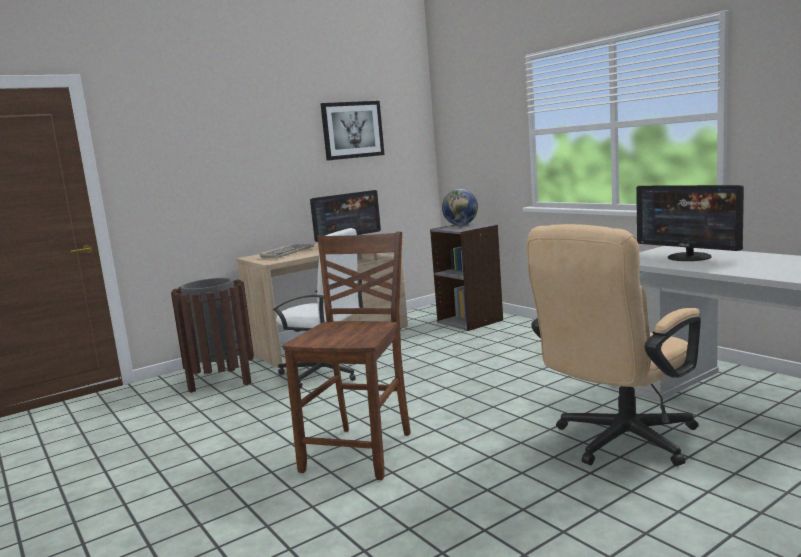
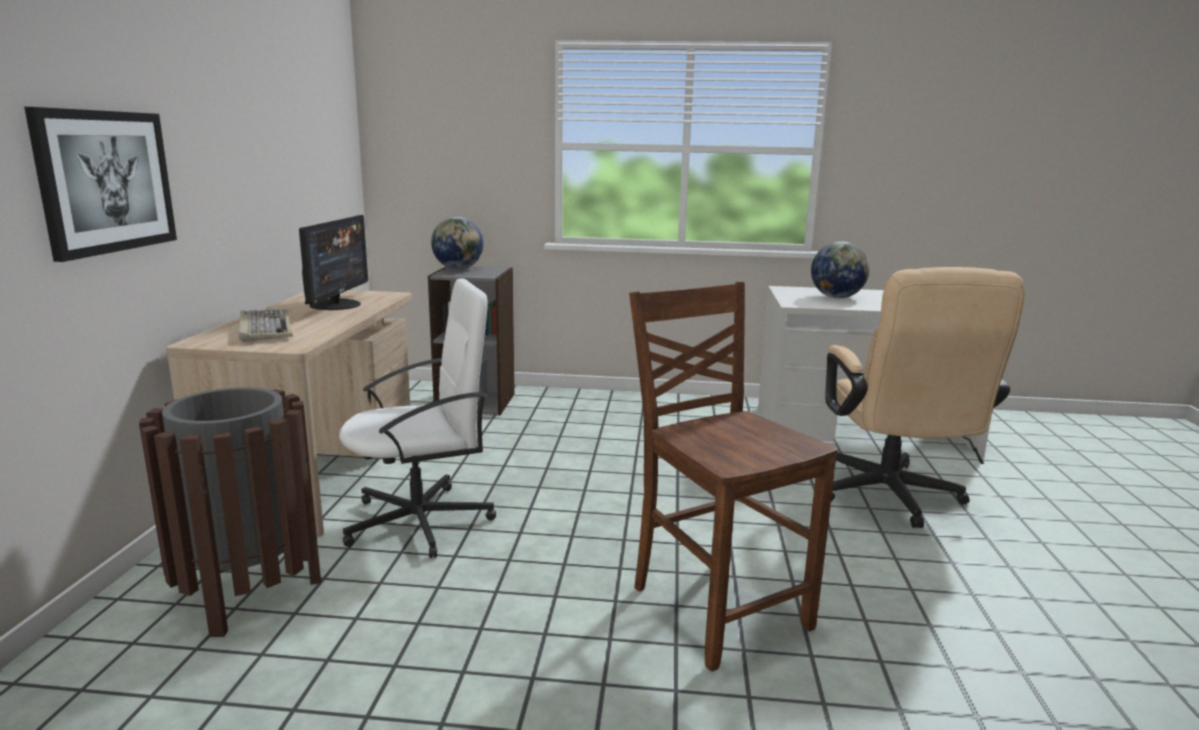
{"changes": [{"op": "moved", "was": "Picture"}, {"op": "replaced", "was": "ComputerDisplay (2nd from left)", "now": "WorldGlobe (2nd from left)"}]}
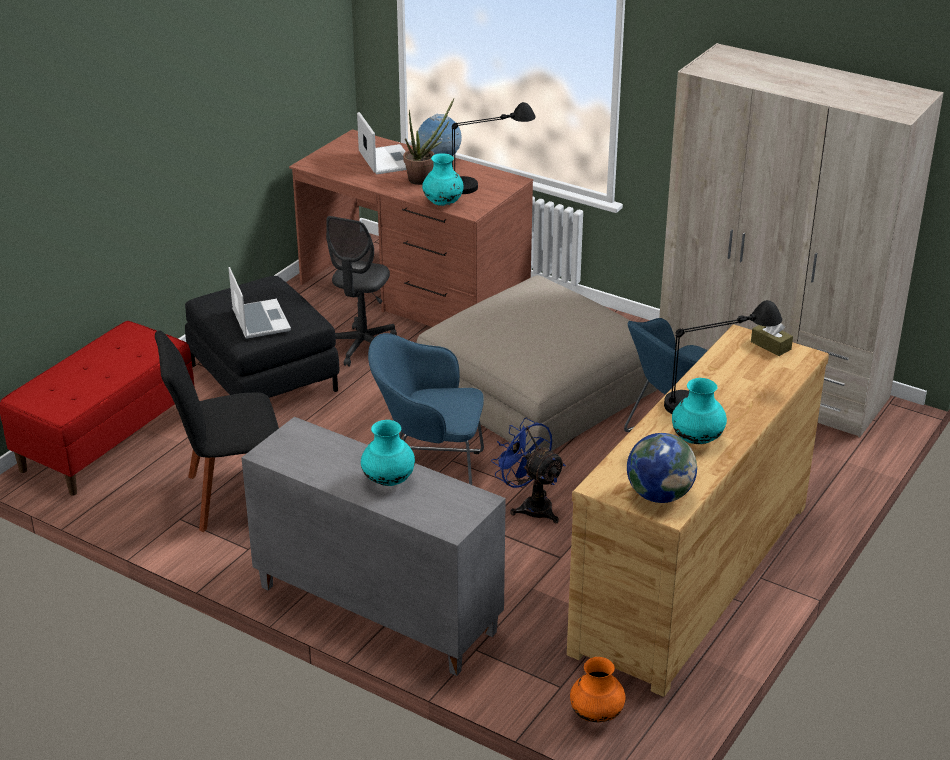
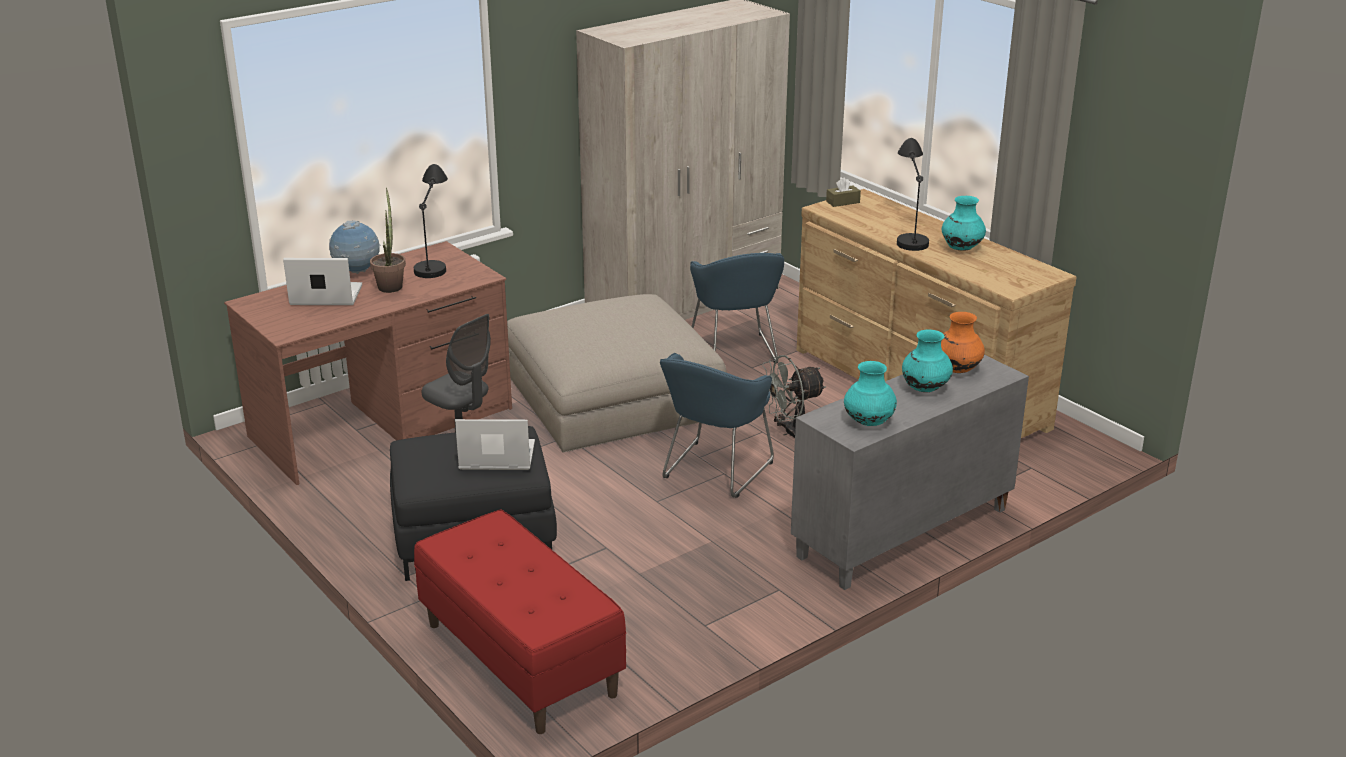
{"changes": [{"op": "moved", "was": "TurquoiseColouredFlowerVase (2nd from left in the first image)", "now": "TurquoiseColouredFlowerVase (1st from left)"}, {"op": "removed", "was": "BlackUprightChair"}, {"op": "recoloured", "was": "BlueColouredCoolingFan", "now": "GreyishCoolingFan"}, {"op": "removed", "was": "WorldGlobe (2nd from left)"}, {"op": "moved", "was": "OrangeColouredFlowerVase"}]}
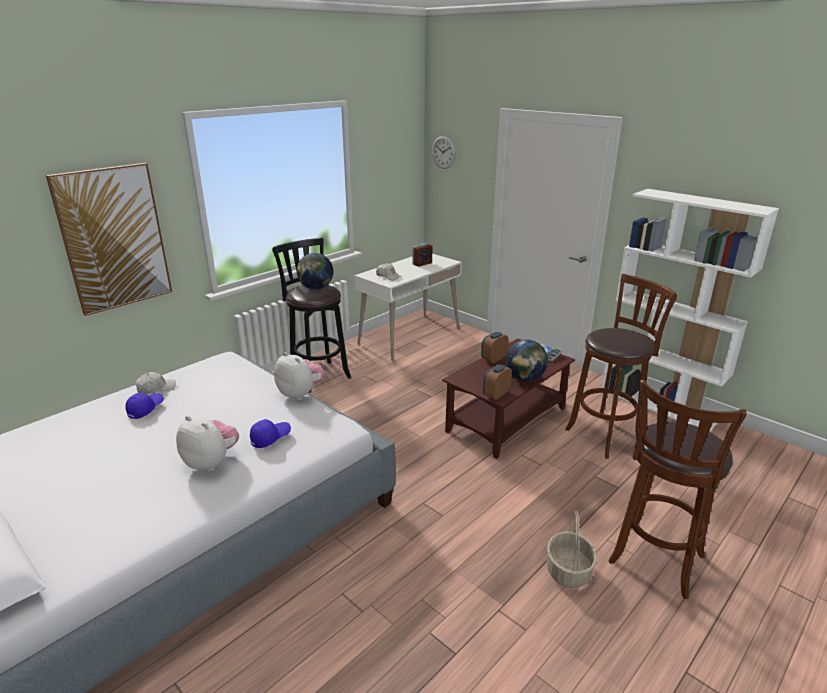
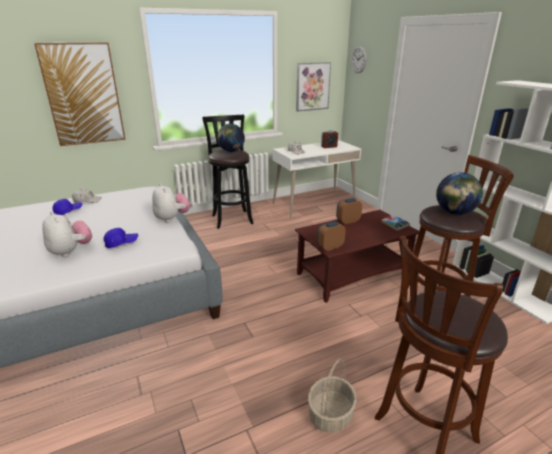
{"changes": [{"op": "moved", "was": "WorldGlobe (2nd from left)"}, {"op": "added", "now": "Picture (2nd from left)"}]}
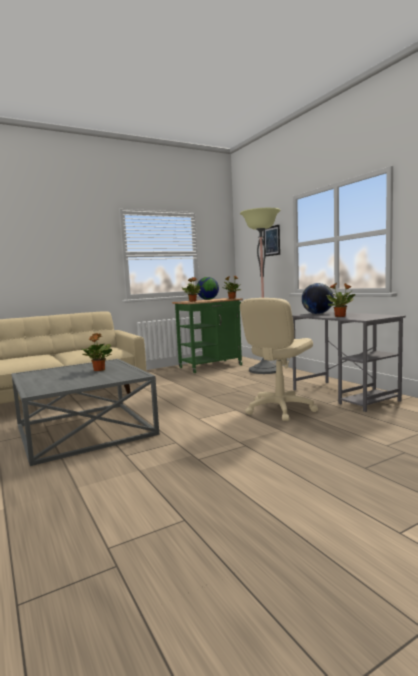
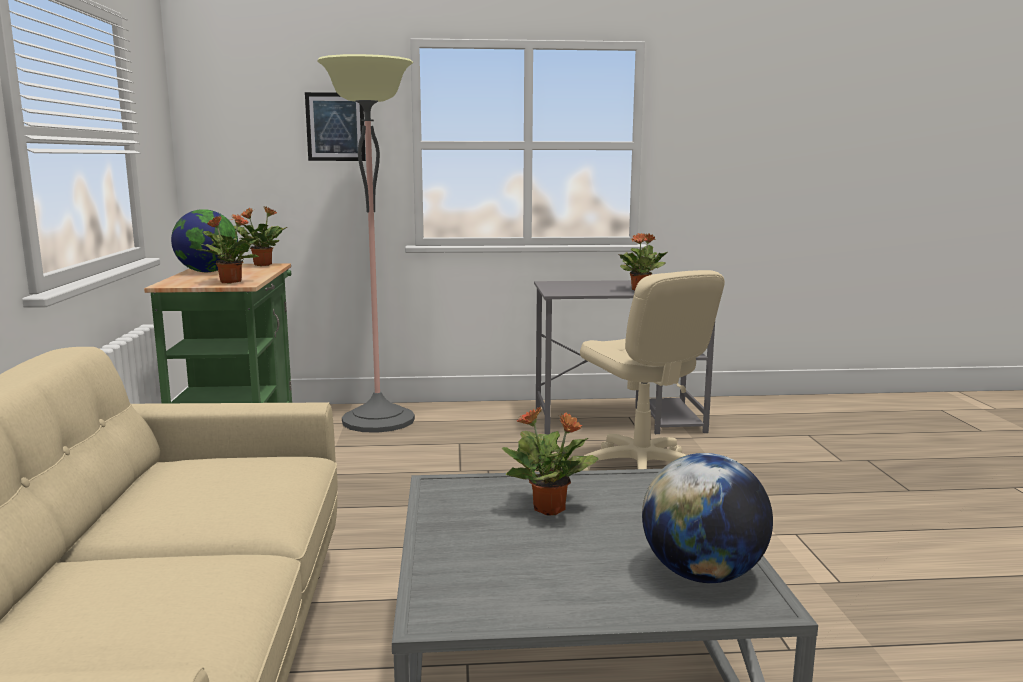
{"changes": [{"op": "moved", "was": "WorldGlobe (2nd from left)"}]}
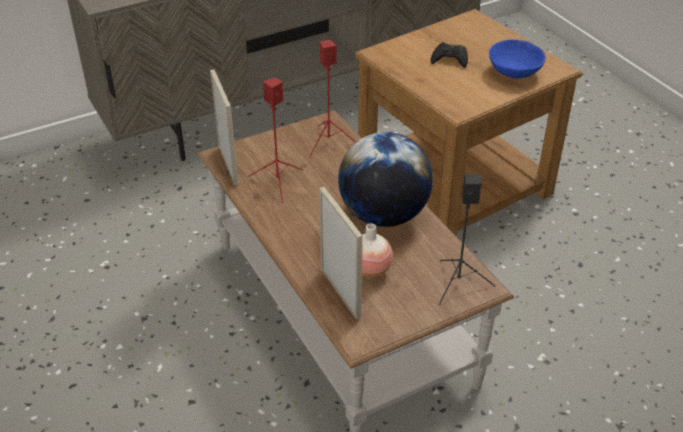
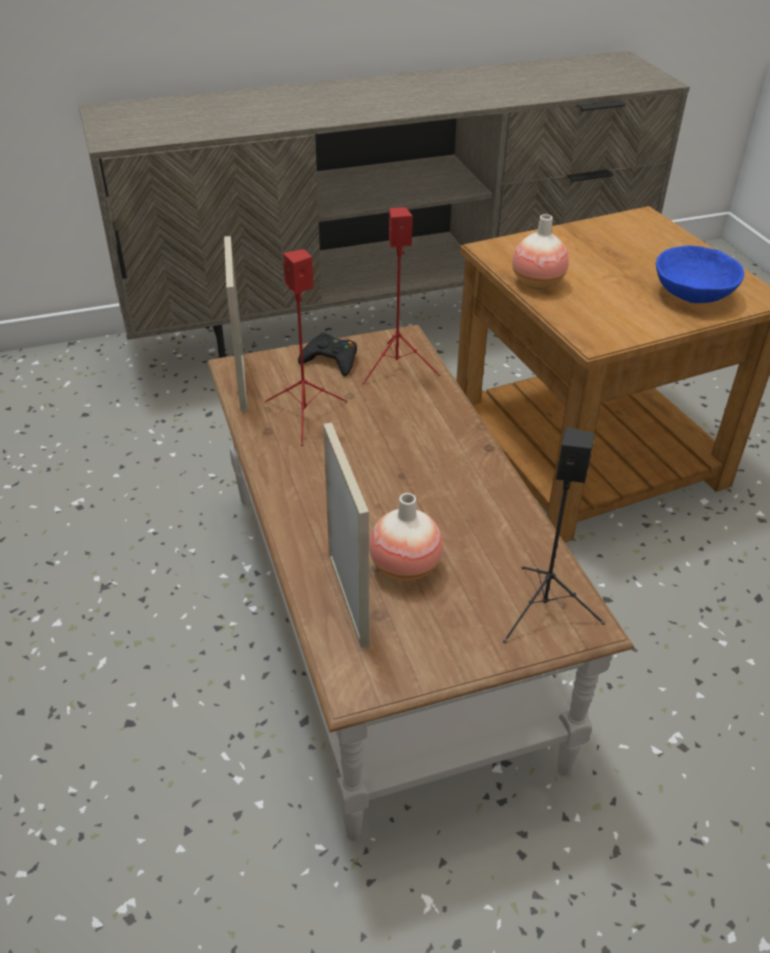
{"changes": [{"op": "moved", "was": "BlackJoypad"}, {"op": "removed", "was": "WorldGlobe"}, {"op": "added", "now": "FlowerVase (2nd from left)"}]}
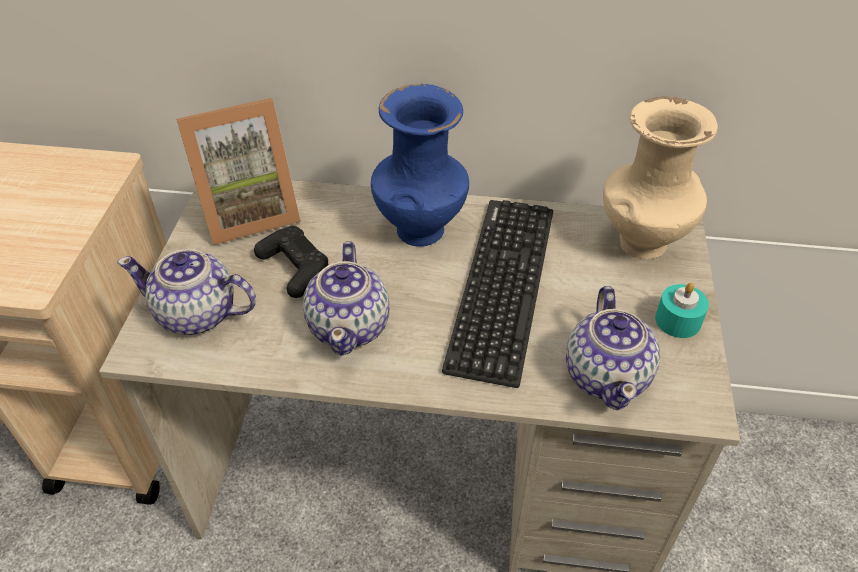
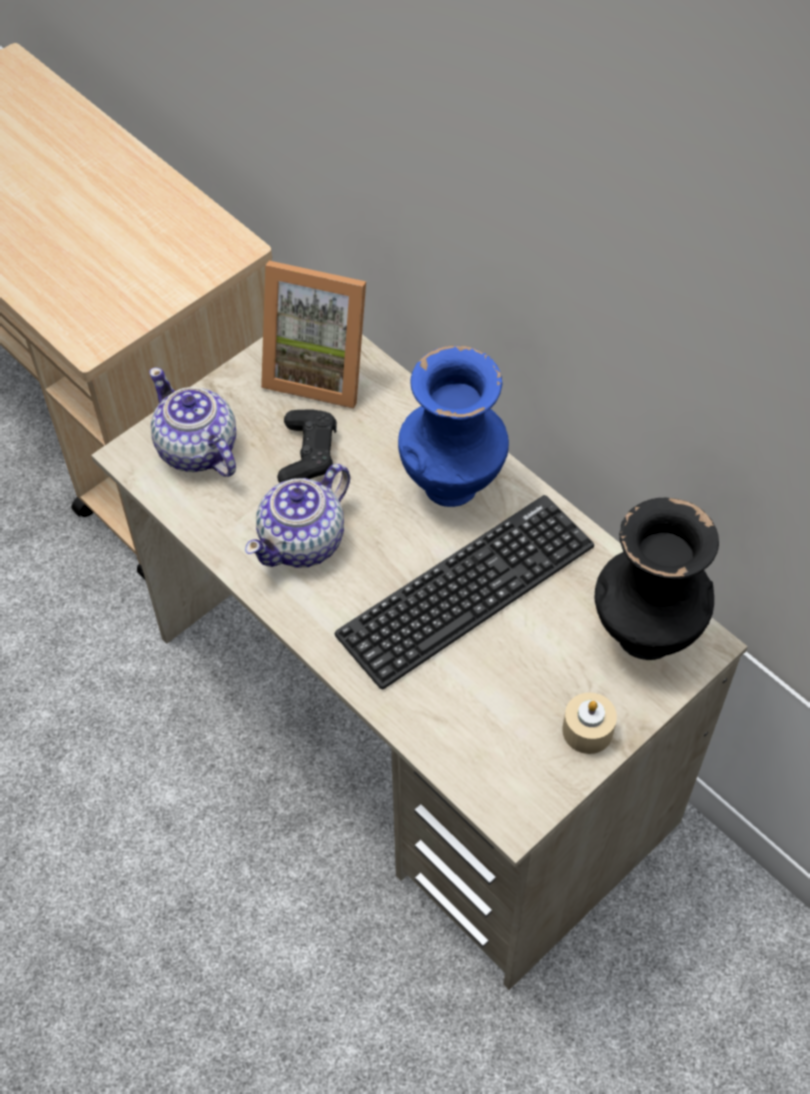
{"changes": [{"op": "recoloured", "was": "BeigeColouredFlowerVase", "now": "BlackFlowerVase"}, {"op": "recoloured", "was": "TurquoiseColouredWaxCandle", "now": "BeigeColouredWaxCandle"}, {"op": "removed", "was": "Teapot (3rd from left)"}]}
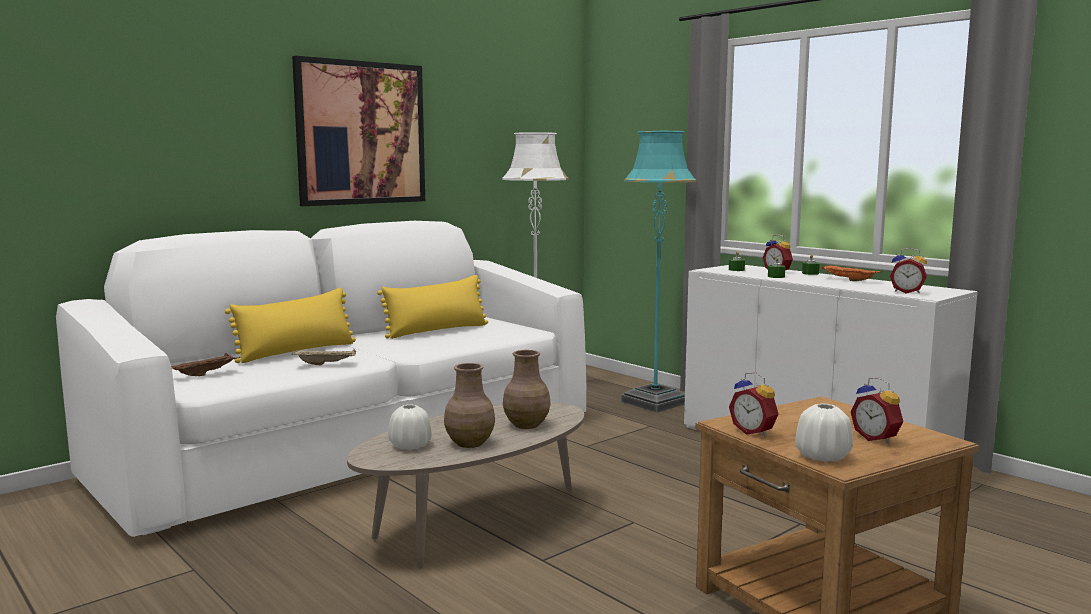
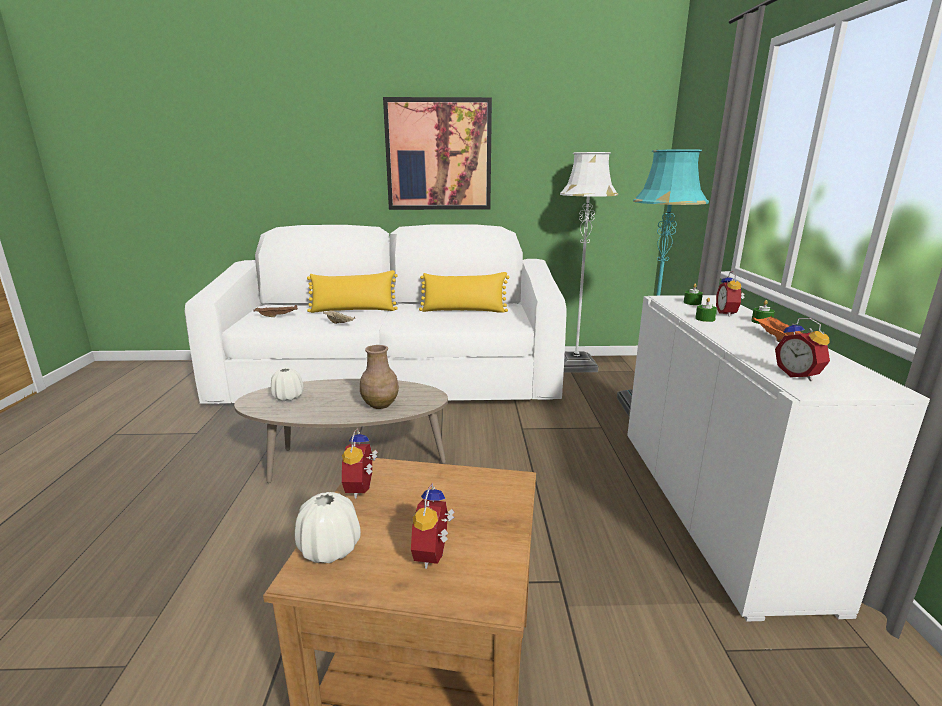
{"changes": [{"op": "removed", "was": "BrownColouredFlowerVase (1st from left)"}]}
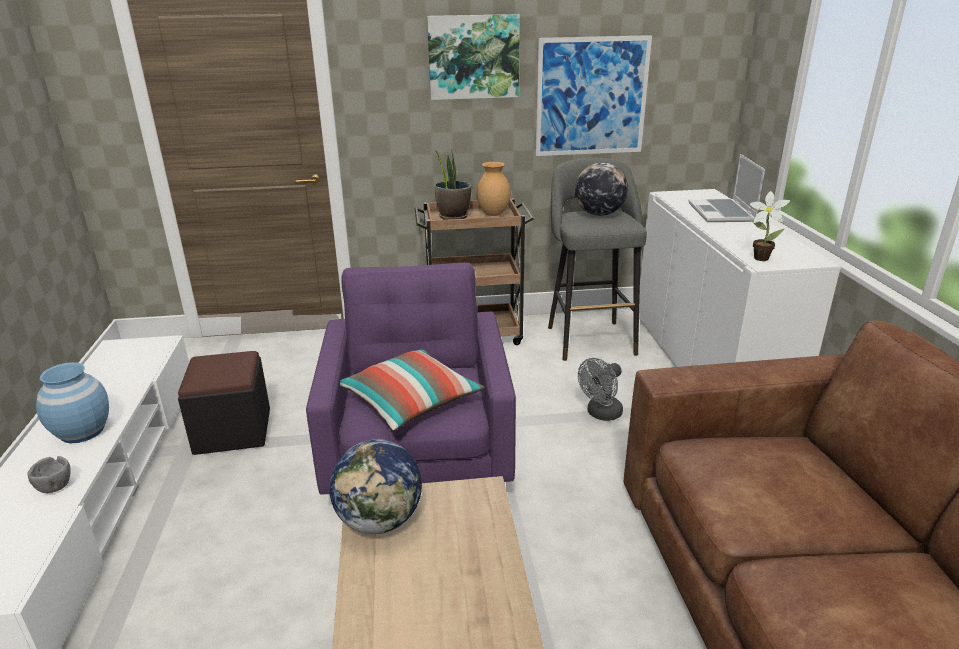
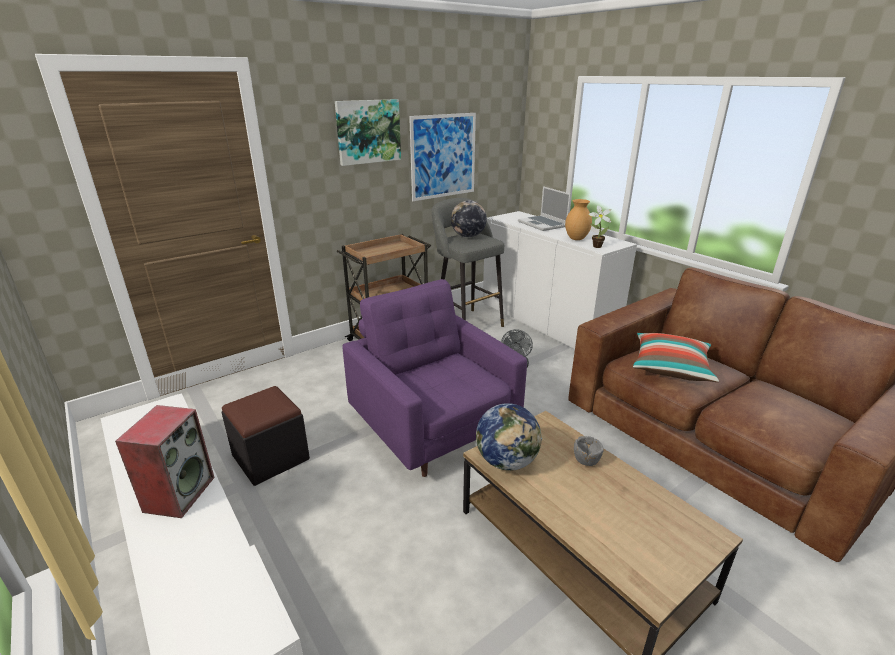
{"changes": [{"op": "removed", "was": "Houseplant (1st from left)"}, {"op": "moved", "was": "BrownColouredFlowerVase"}, {"op": "moved", "was": "Pillow"}, {"op": "replaced", "was": "BlueColouredFlowerVase", "now": "AudioSpeaker"}, {"op": "moved", "was": "GreyishBowl"}]}
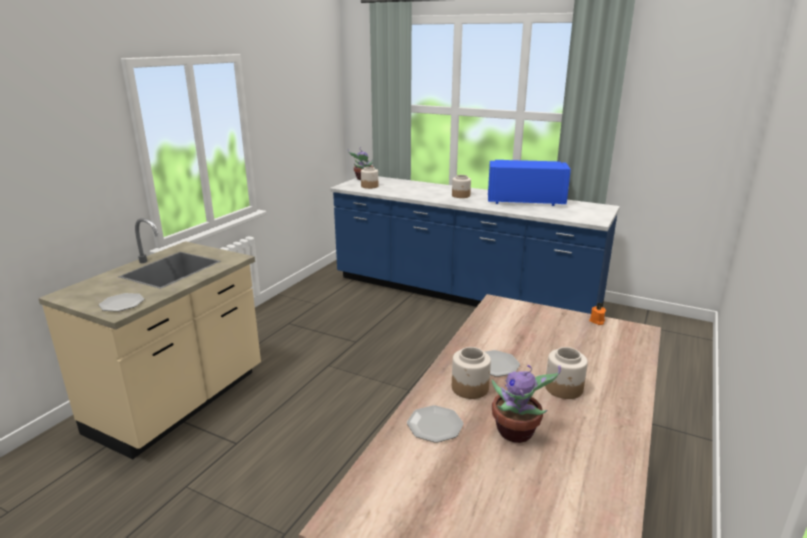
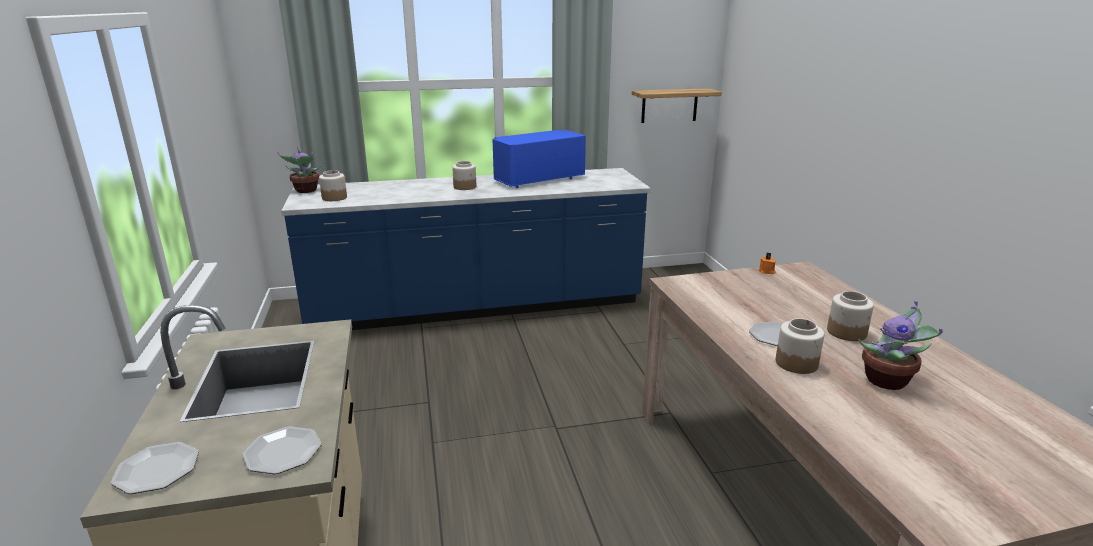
{"changes": [{"op": "moved", "was": "DinnerPlate (2nd from left in the first image)", "now": "DinnerPlate (1st from left)"}, {"op": "added", "now": "Shelf"}]}
